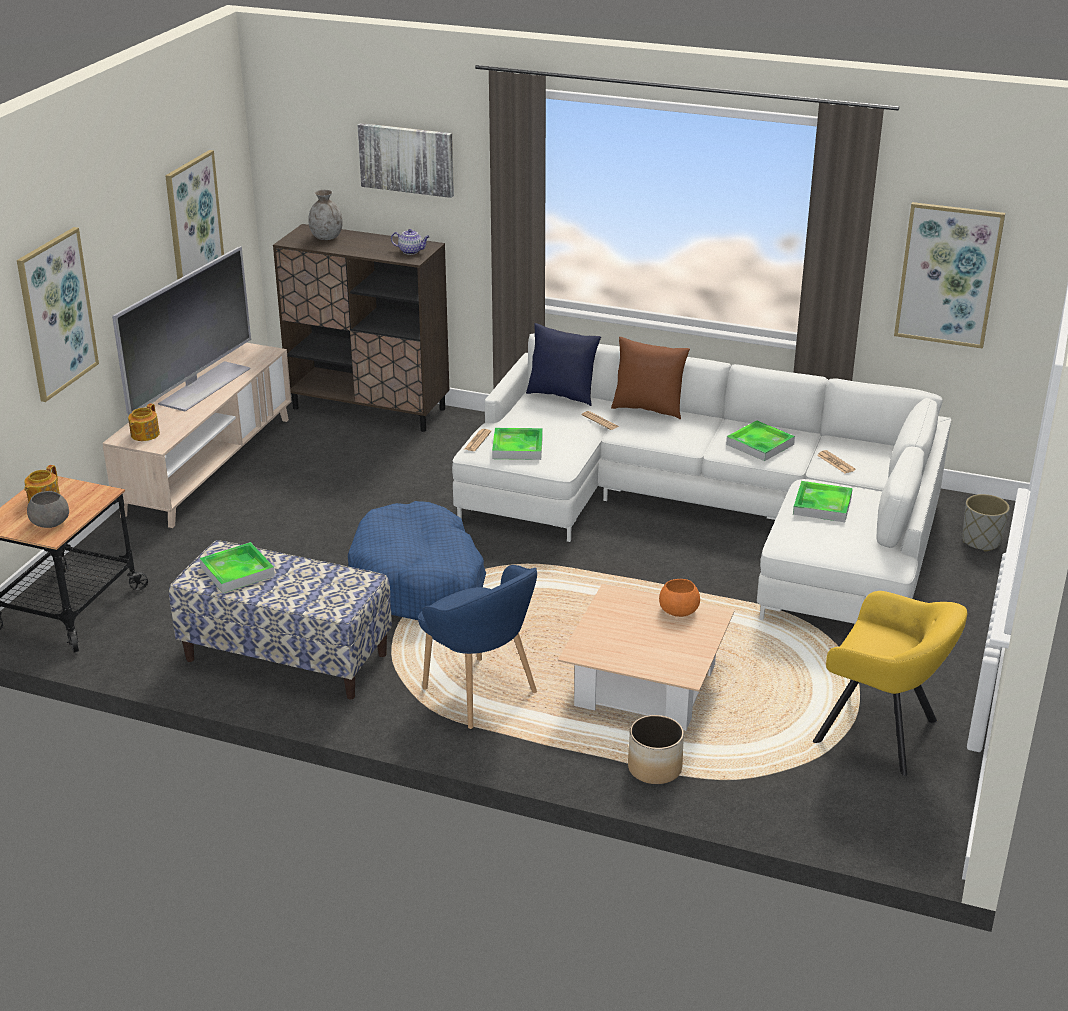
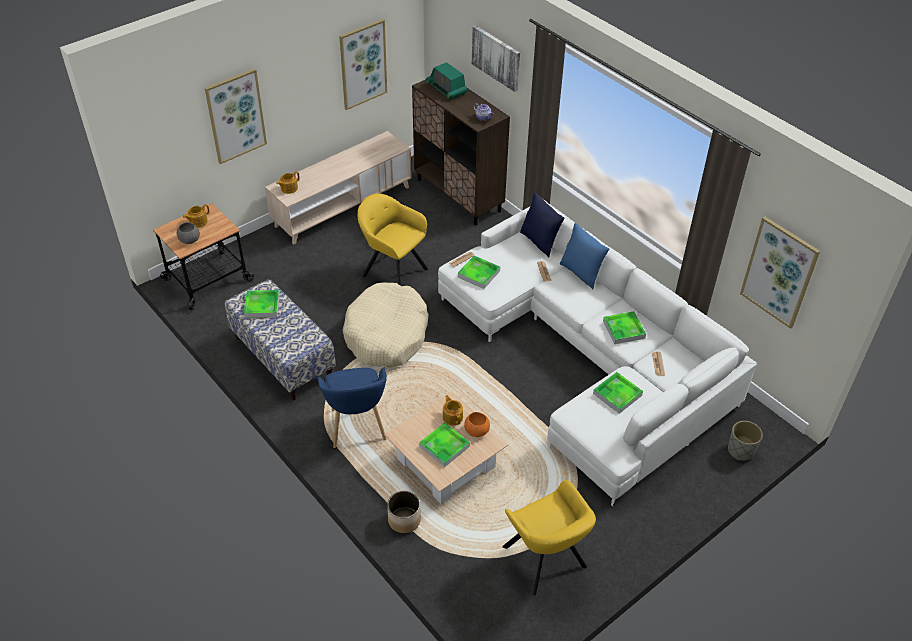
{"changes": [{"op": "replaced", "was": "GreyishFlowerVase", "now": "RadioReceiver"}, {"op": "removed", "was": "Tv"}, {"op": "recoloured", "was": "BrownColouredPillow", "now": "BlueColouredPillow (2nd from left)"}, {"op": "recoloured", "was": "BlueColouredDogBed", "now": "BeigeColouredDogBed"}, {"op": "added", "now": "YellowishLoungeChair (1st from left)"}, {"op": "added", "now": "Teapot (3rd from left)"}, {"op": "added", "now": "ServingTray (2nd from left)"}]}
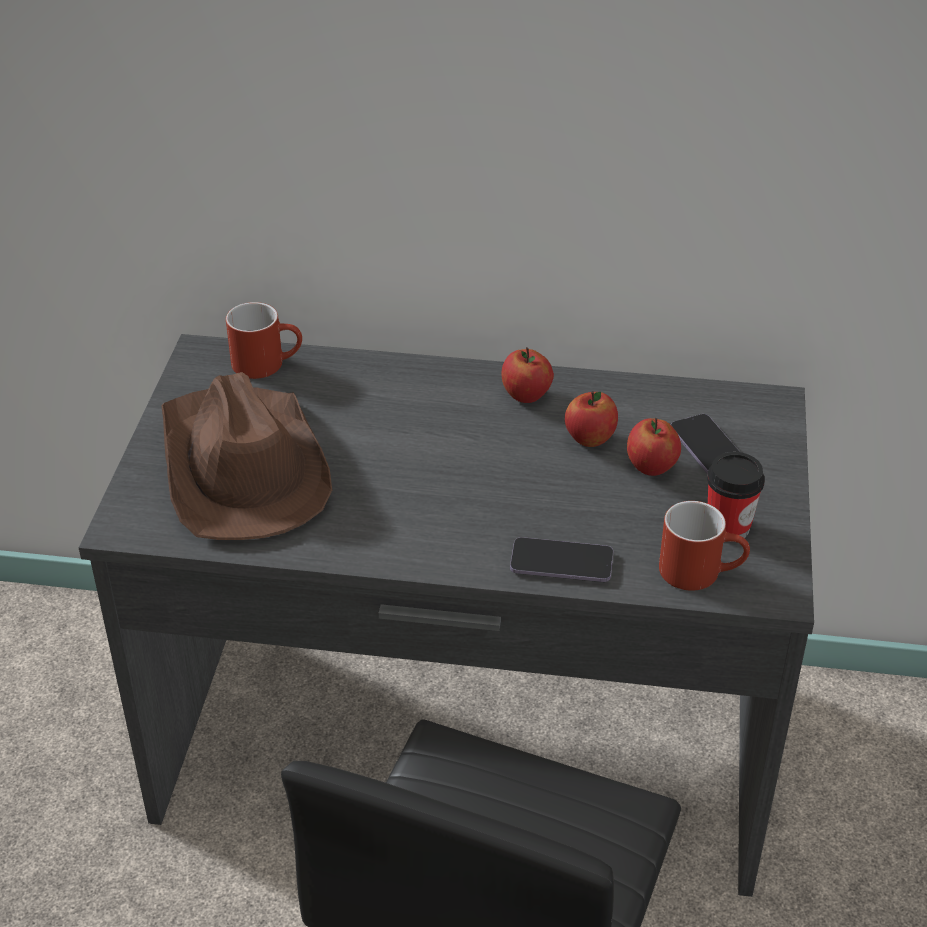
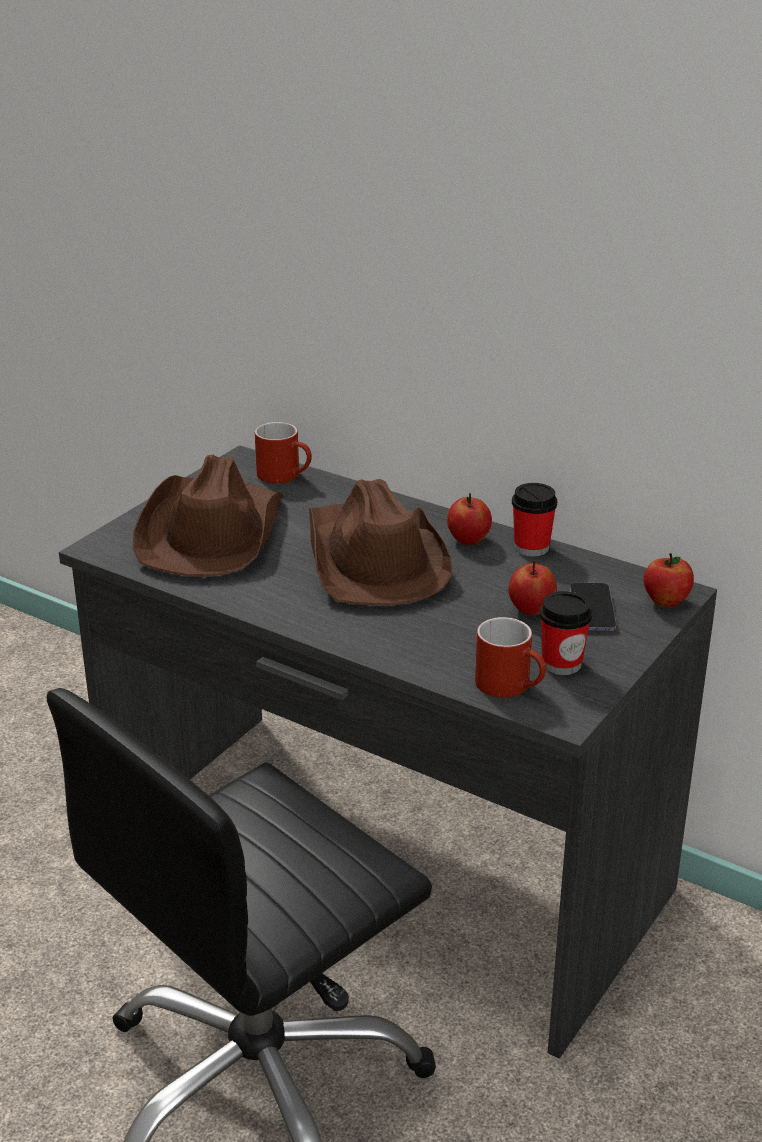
{"changes": [{"op": "moved", "was": "Apple (2nd from left in the first image)", "now": "Apple (3rd from left)"}, {"op": "removed", "was": "Telephone (1st from left)"}, {"op": "added", "now": "BrownColouredWearableHat (2nd from left)"}, {"op": "added", "now": "Cup (1st from left)"}]}
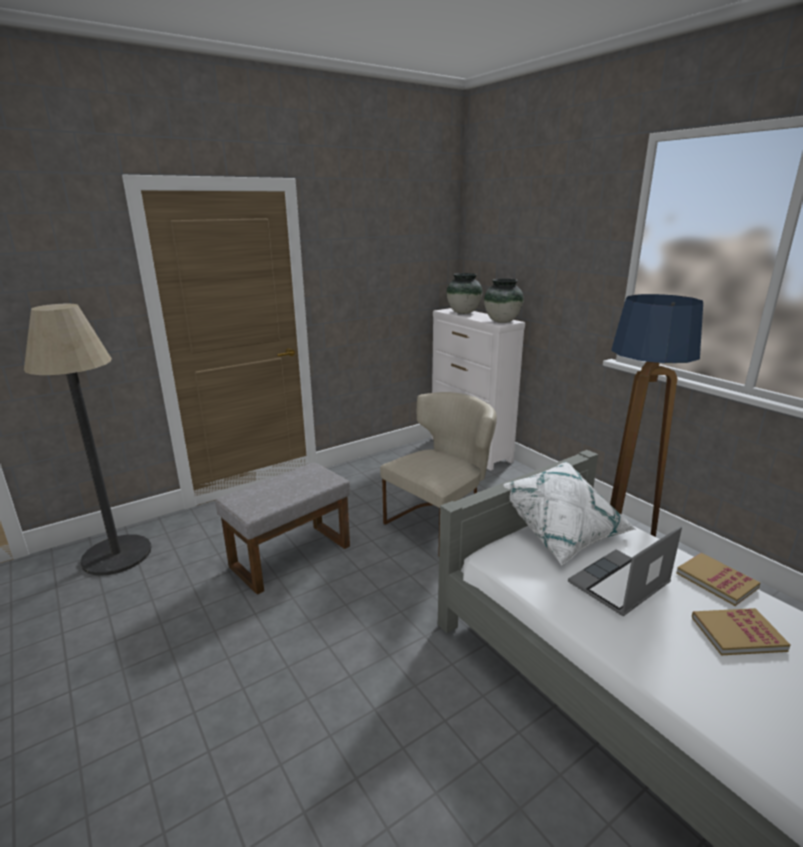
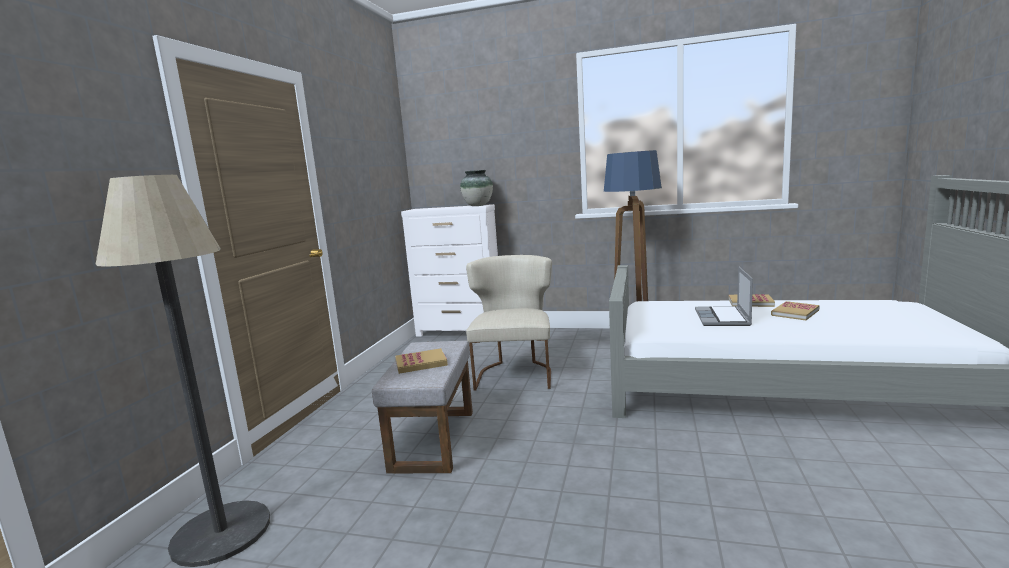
{"changes": [{"op": "removed", "was": "FlowerVase (1st from left)"}, {"op": "removed", "was": "WhiteColouredPillow"}, {"op": "added", "now": "BoundBook (1st from left)"}]}
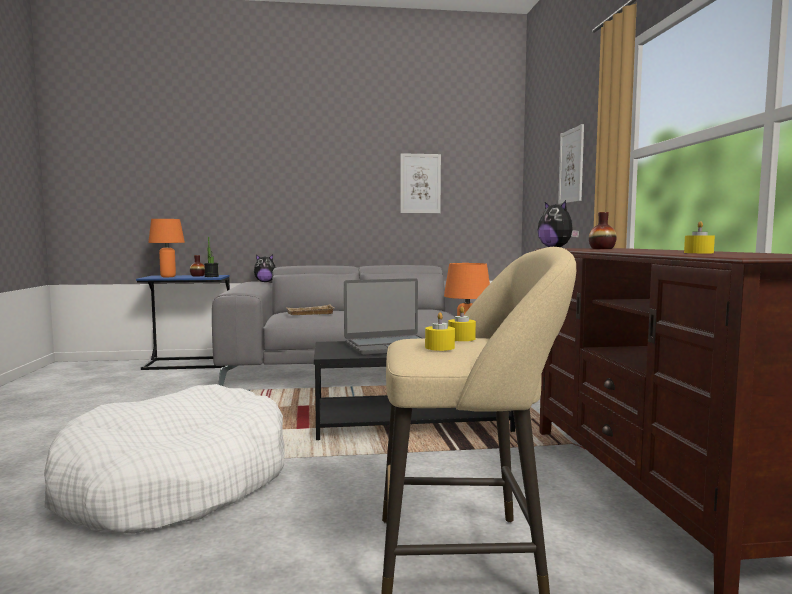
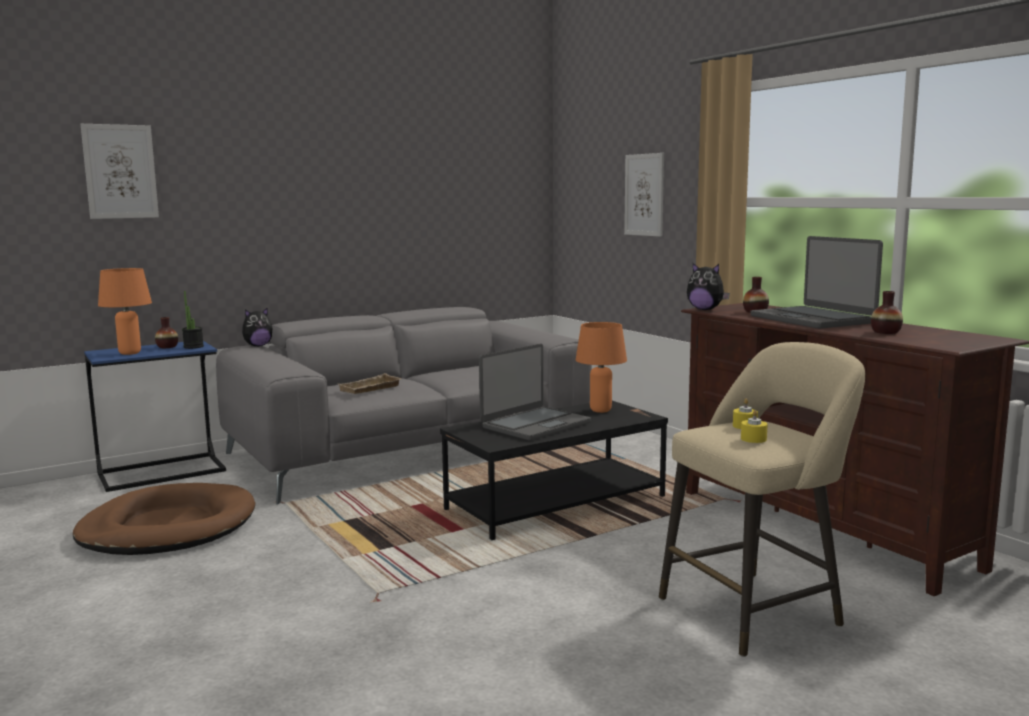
{"changes": [{"op": "moved", "was": "Picture (1st from left)"}, {"op": "replaced", "was": "YellowishWaxCandle (3rd from left)", "now": "FlowerVase (3rd from left)"}, {"op": "removed", "was": "WhiteColouredDogBed"}, {"op": "added", "now": "NotebookComputer (2nd from left)"}, {"op": "added", "now": "BrownColouredDogBed"}]}
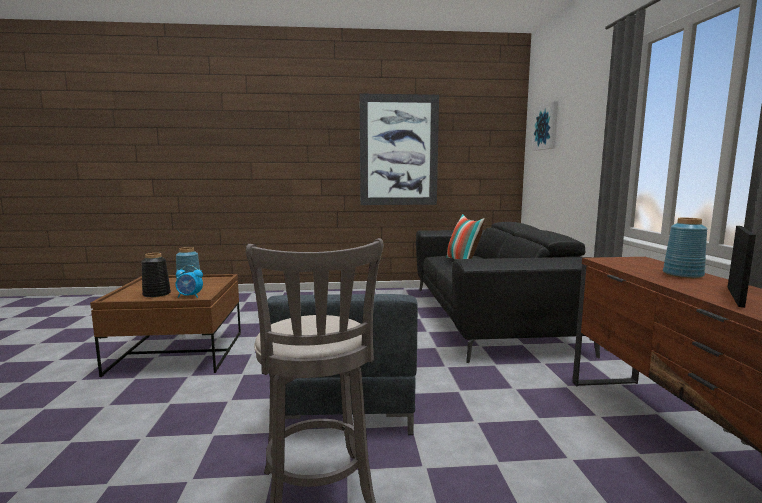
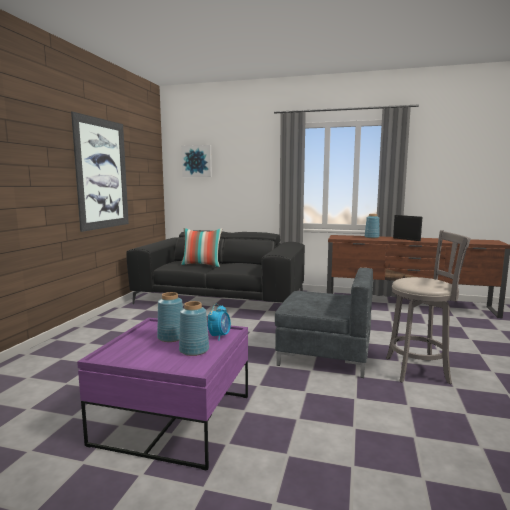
{"changes": [{"op": "recoloured", "was": "BlackFlowerVase", "now": "BlueColouredFlowerVase (2nd from left)"}, {"op": "recoloured", "was": "BrownColouredCoffeeTable", "now": "PurplishCoffeeTable"}]}
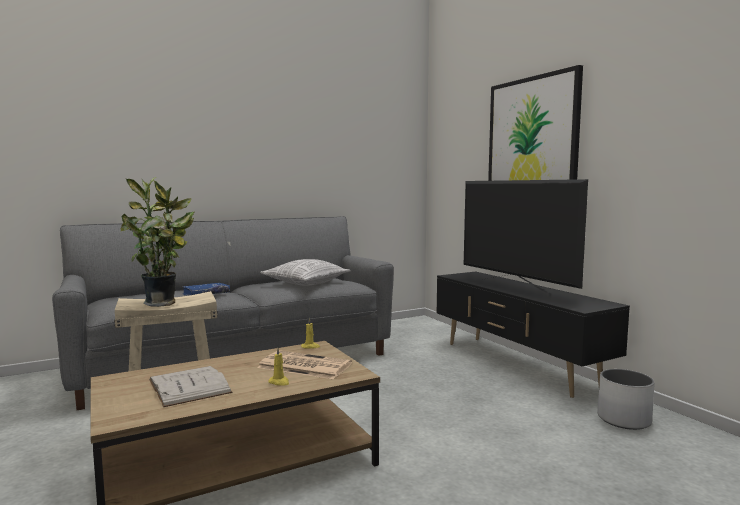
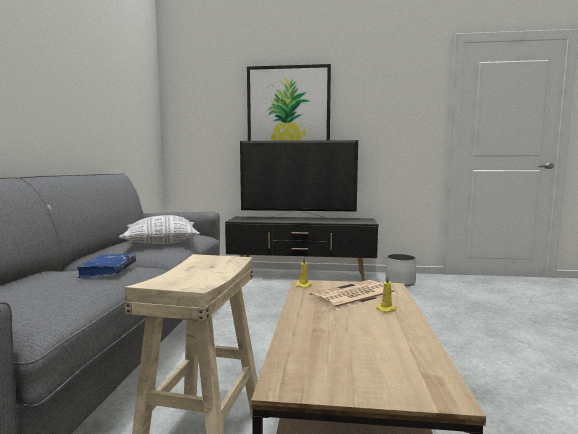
{"changes": [{"op": "removed", "was": "Houseplant"}, {"op": "removed", "was": "WhiteColouredBoundBook"}]}
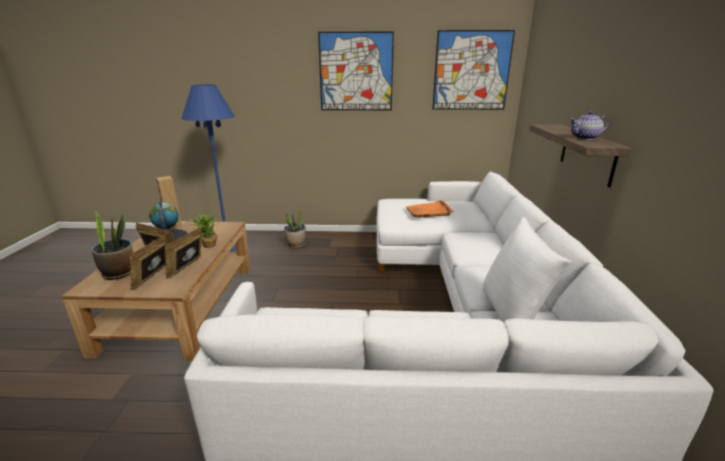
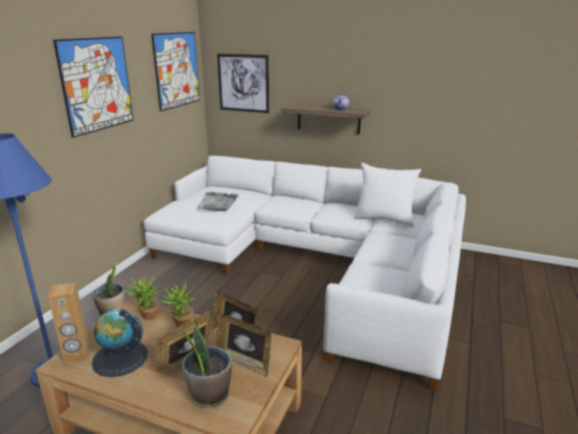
{"changes": [{"op": "recoloured", "was": "OrangeColouredServingTray", "now": "GreyishServingTray"}, {"op": "added", "now": "Picture (3rd from left)"}, {"op": "added", "now": "Houseplant (2nd from left)"}]}
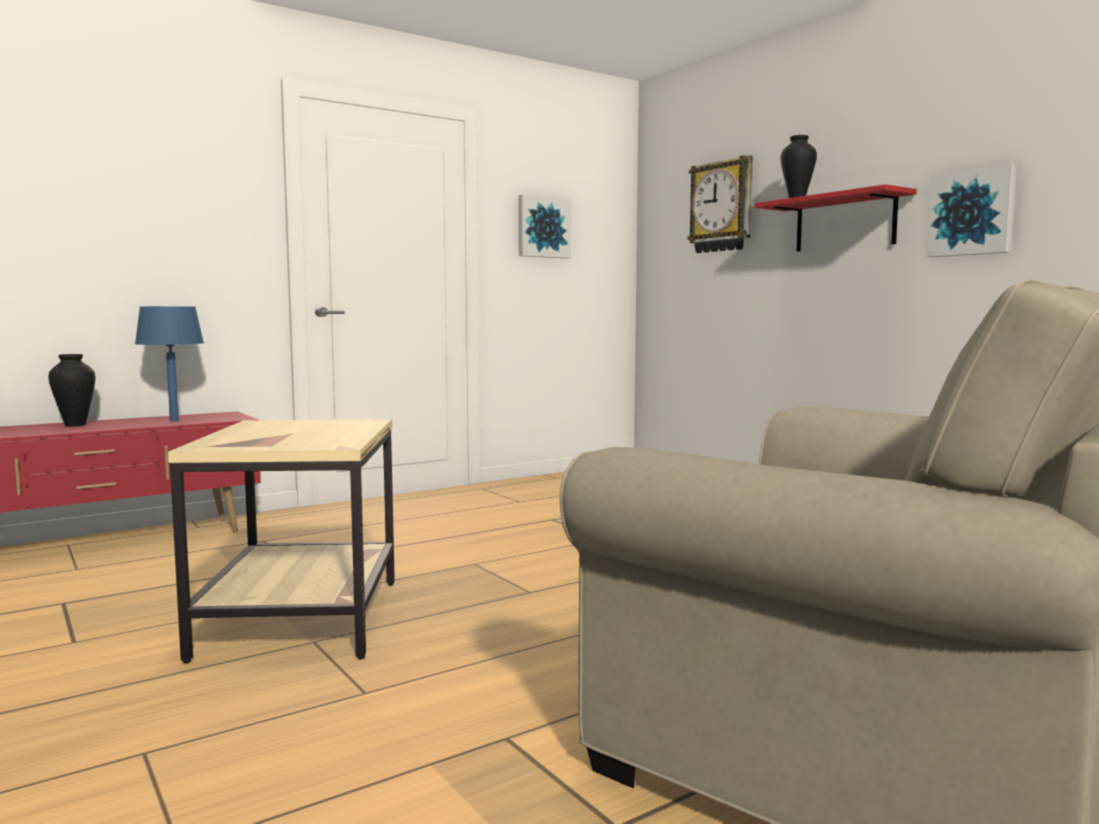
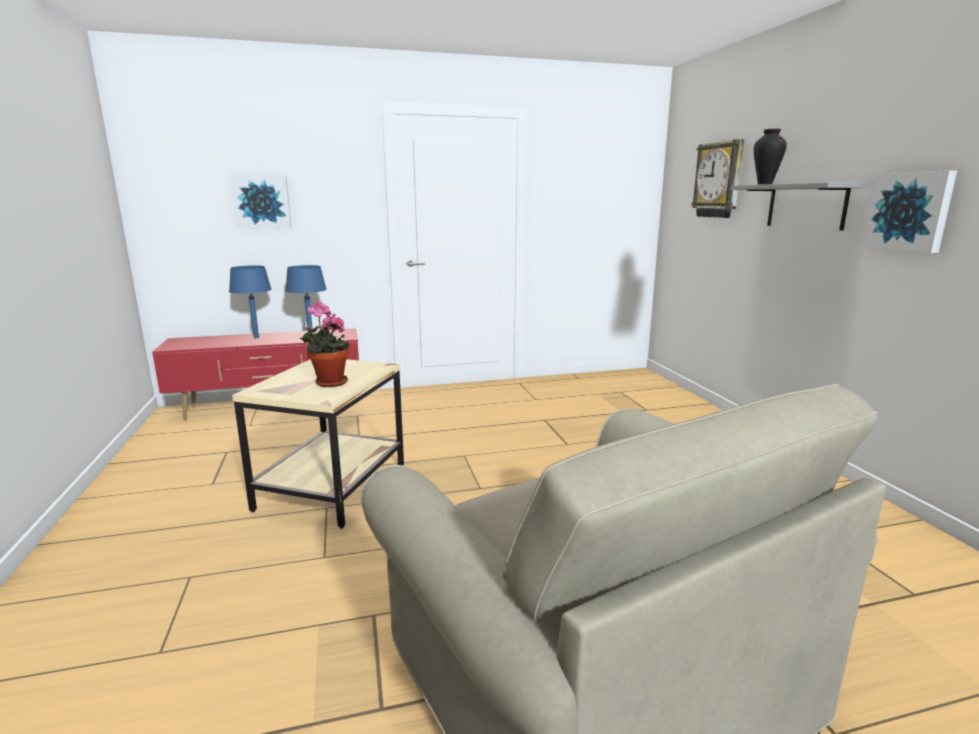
{"changes": [{"op": "recoloured", "was": "RedColouredShelf", "now": "GreyishShelf"}, {"op": "moved", "was": "Picture (1st from left)"}, {"op": "replaced", "was": "FlowerVase (1st from left)", "now": "BlueColouredTableLamp (1st from left)"}, {"op": "added", "now": "Houseplant"}]}
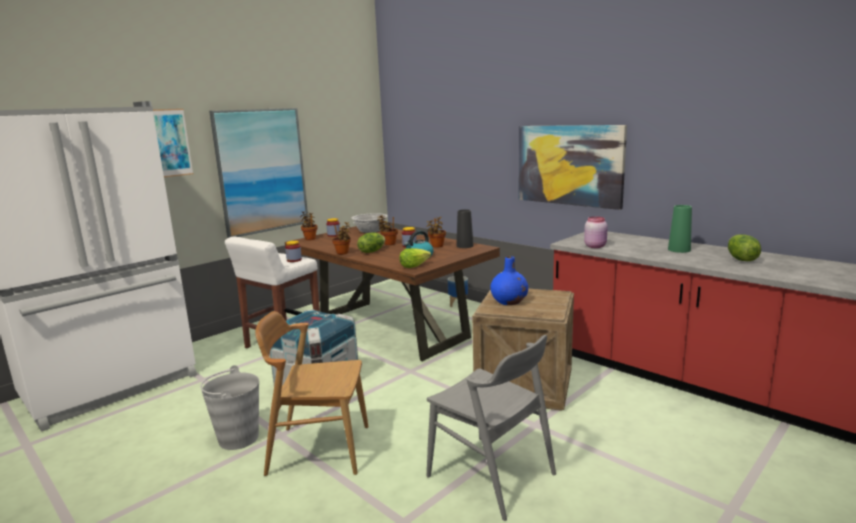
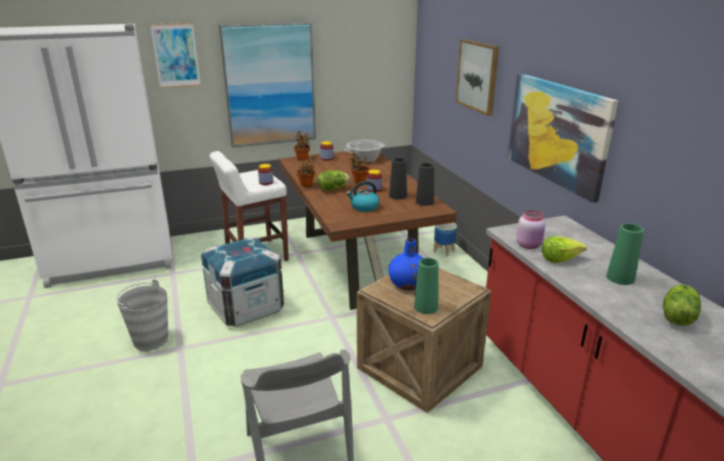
{"changes": [{"op": "replaced", "was": "Houseplant (4th from left)", "now": "BlackFlowerVase (1st from left)"}, {"op": "moved", "was": "Lettuce (2nd from left)"}, {"op": "removed", "was": "BrownColouredUprightChair"}, {"op": "added", "now": "Picture (3rd from left)"}, {"op": "added", "now": "GreenishFlowerVase (1st from left)"}]}
